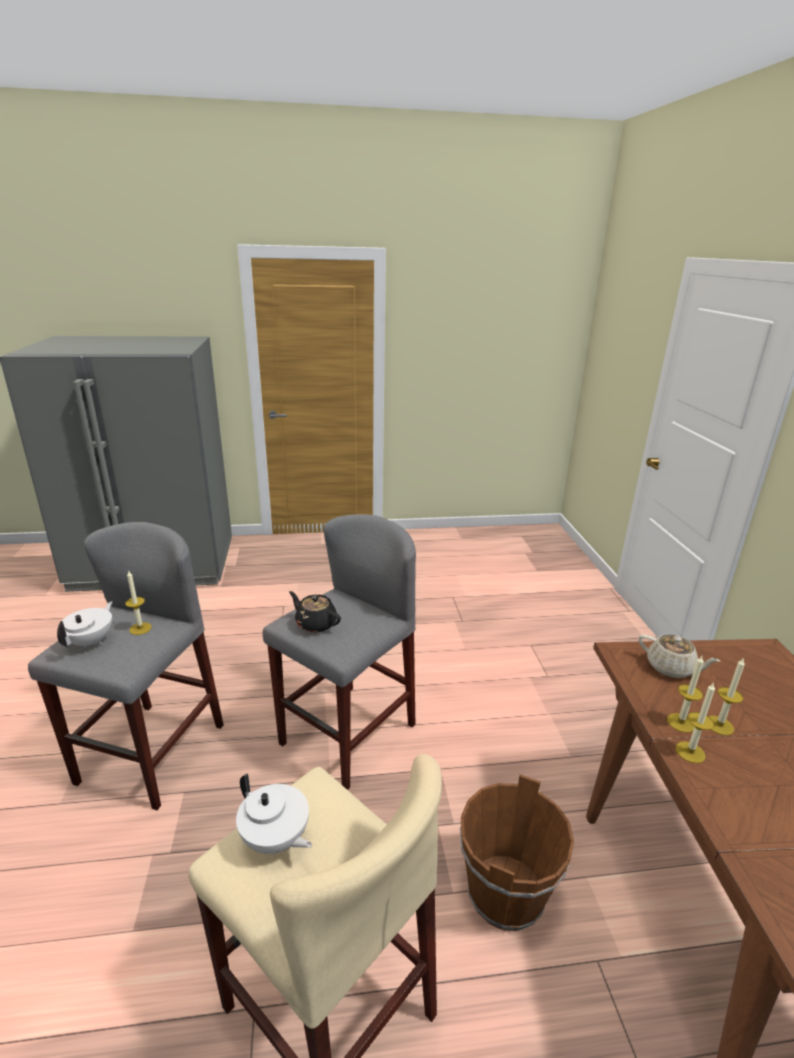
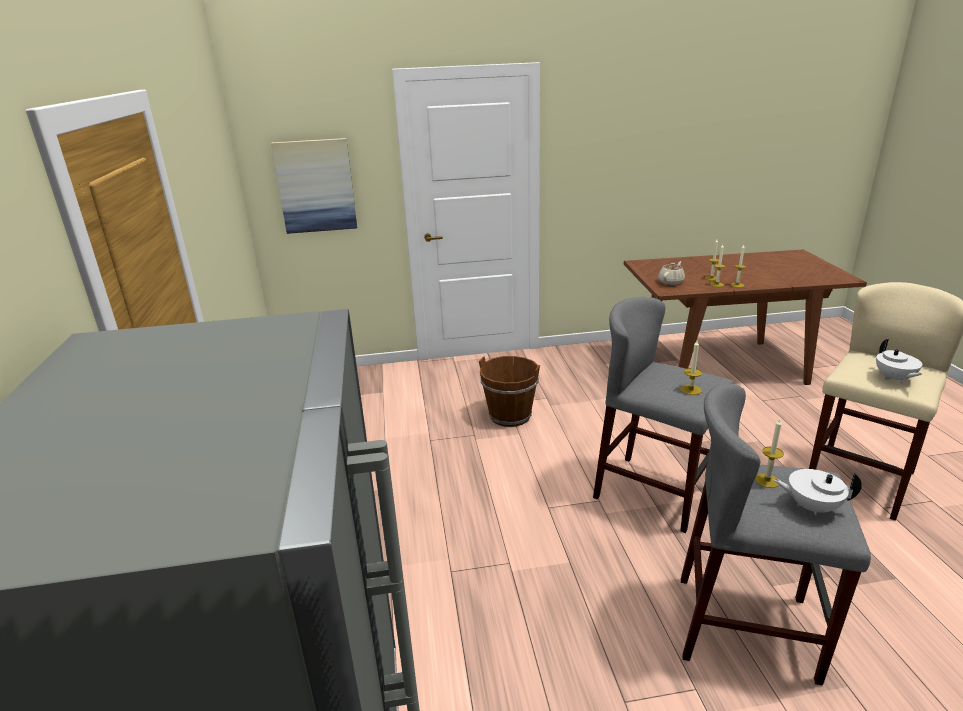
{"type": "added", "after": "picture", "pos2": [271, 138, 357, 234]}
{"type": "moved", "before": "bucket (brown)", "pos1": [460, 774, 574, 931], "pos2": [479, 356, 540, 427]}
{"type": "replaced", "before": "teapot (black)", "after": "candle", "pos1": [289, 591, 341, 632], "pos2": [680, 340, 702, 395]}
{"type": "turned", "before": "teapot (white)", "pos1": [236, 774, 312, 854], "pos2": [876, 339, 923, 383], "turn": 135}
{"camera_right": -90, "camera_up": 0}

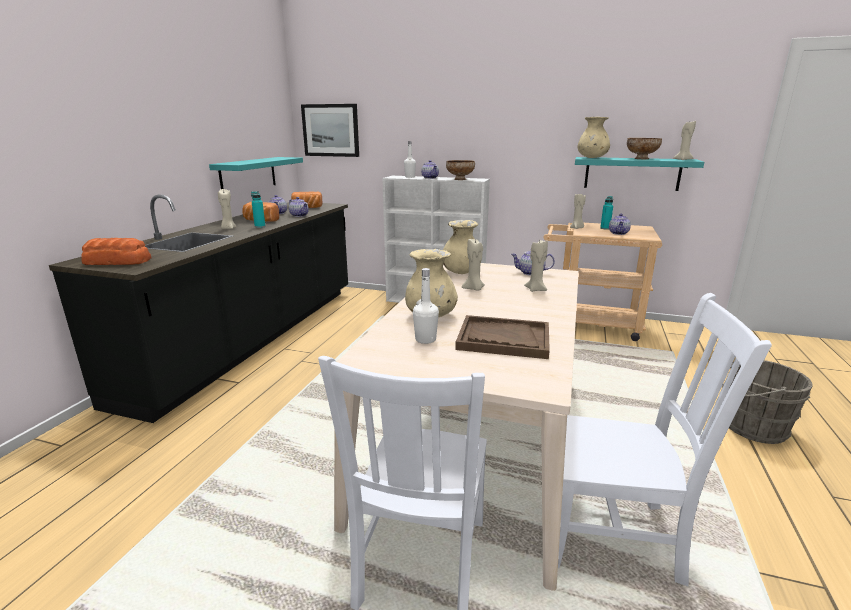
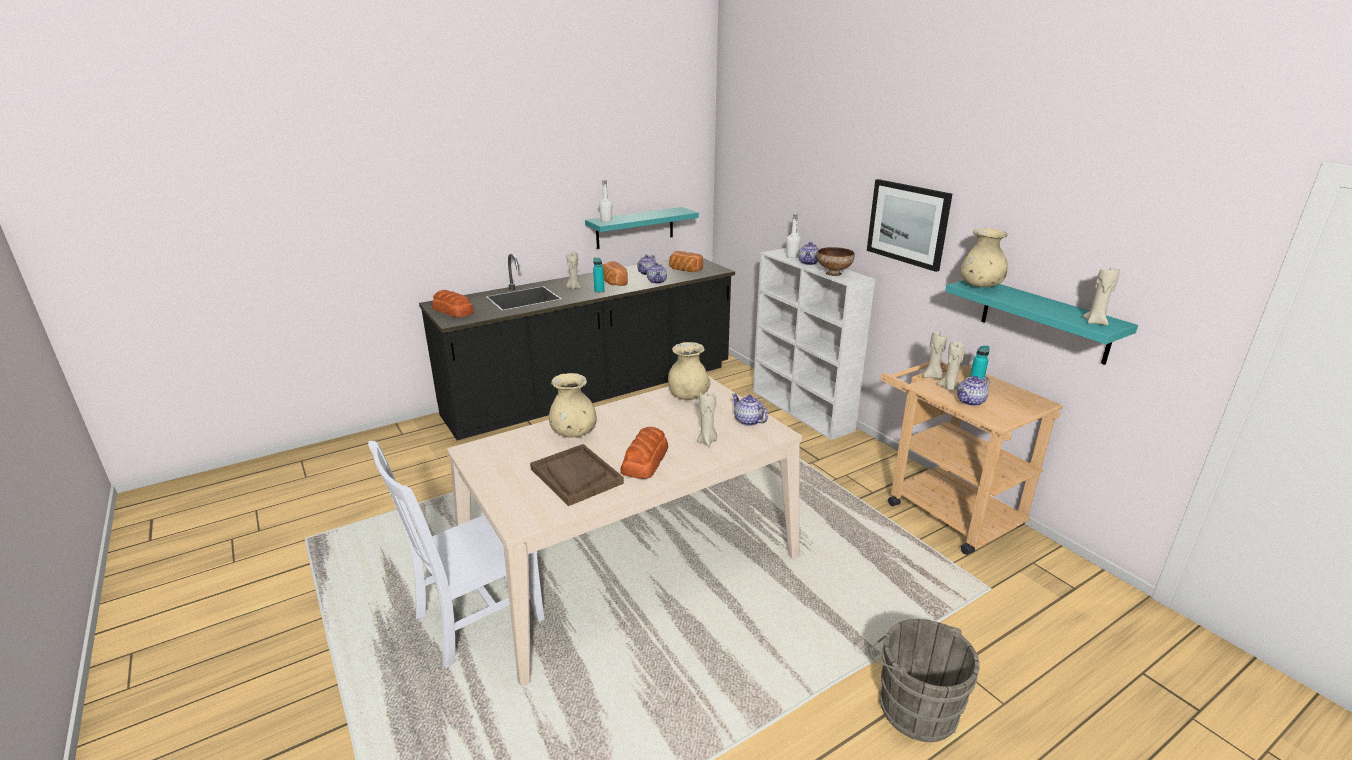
{"type": "moved", "before": "bottle (white)", "pos1": [413, 268, 439, 344], "pos2": [599, 180, 612, 222]}
{"type": "added", "after": "bread", "pos2": [620, 427, 668, 479]}
{"type": "moved", "before": "picture", "pos1": [301, 104, 359, 157], "pos2": [867, 179, 952, 272]}
{"type": "moved", "before": "candle (beige)", "pos1": [462, 239, 485, 290], "pos2": [937, 341, 964, 391]}
{"type": "removed", "before": "chair (white)", "pos1": [558, 293, 772, 586]}
{"type": "removed", "before": "bowl", "pos1": [627, 138, 662, 159]}
{"camera_right": 40, "camera_up": 5}

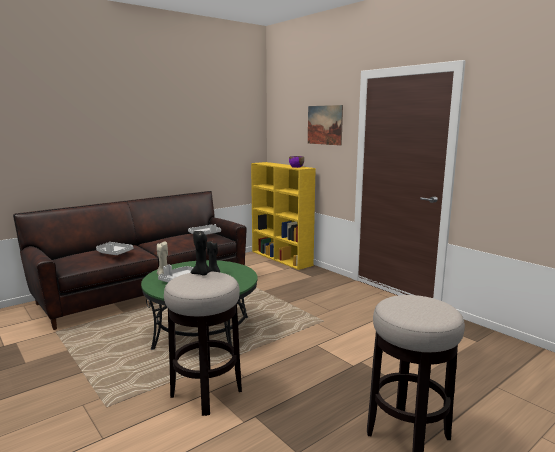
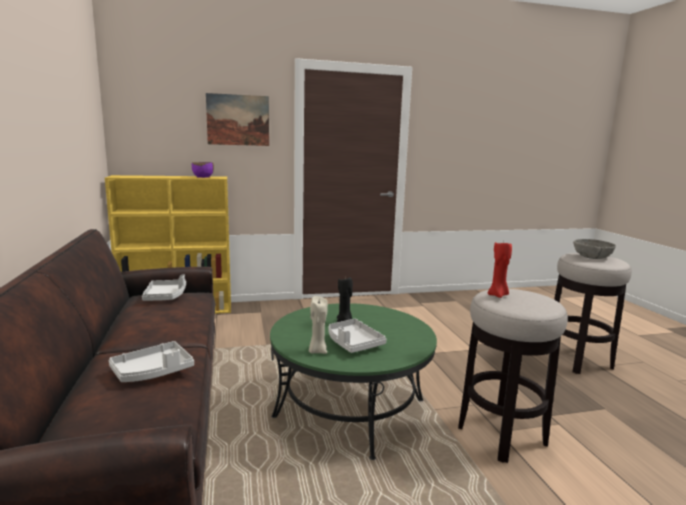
{"type": "recoloured", "before": "candle (black)", "after": "candle (red)", "pos1": [191, 231, 212, 275], "pos2": [488, 242, 512, 298]}
{"type": "added", "after": "bowl (grey)", "pos2": [573, 239, 616, 259]}
{"camera_right": -65, "camera_up": 0}

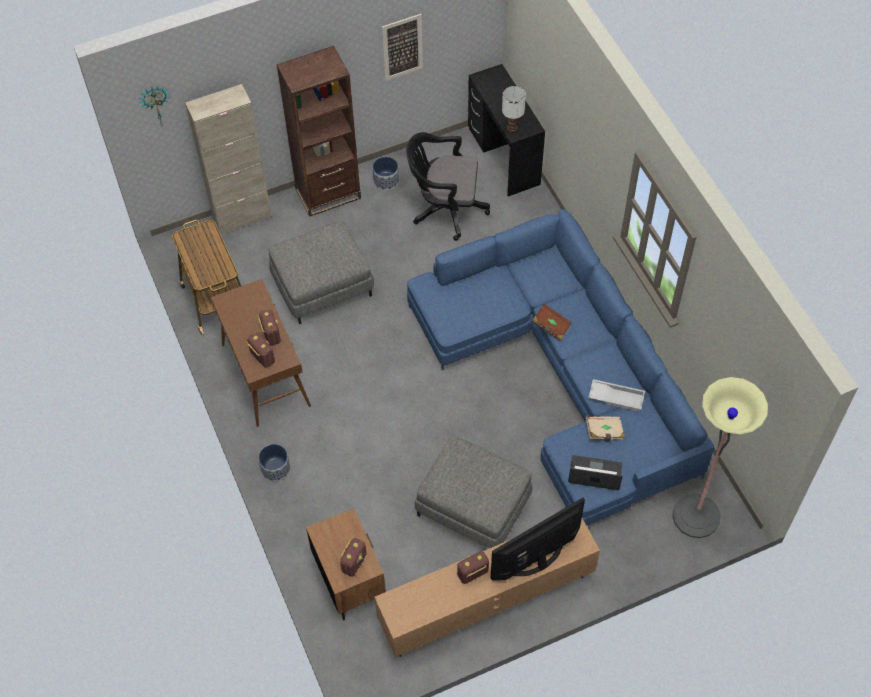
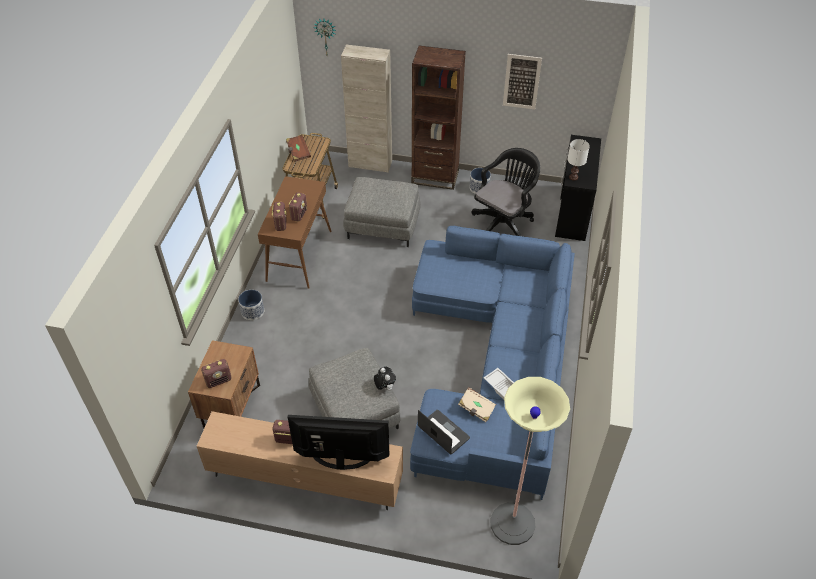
{"type": "moved", "before": "book (brown)", "pos1": [532, 304, 572, 341], "pos2": [286, 135, 311, 162]}
{"type": "added", "after": "plush toy", "pos2": [374, 367, 396, 391]}
{"type": "turned", "before": "office chair (black)", "pos1": [406, 132, 490, 241], "pos2": [471, 148, 540, 236], "turn": 90}
{"camera_right": 35, "camera_up": -10}

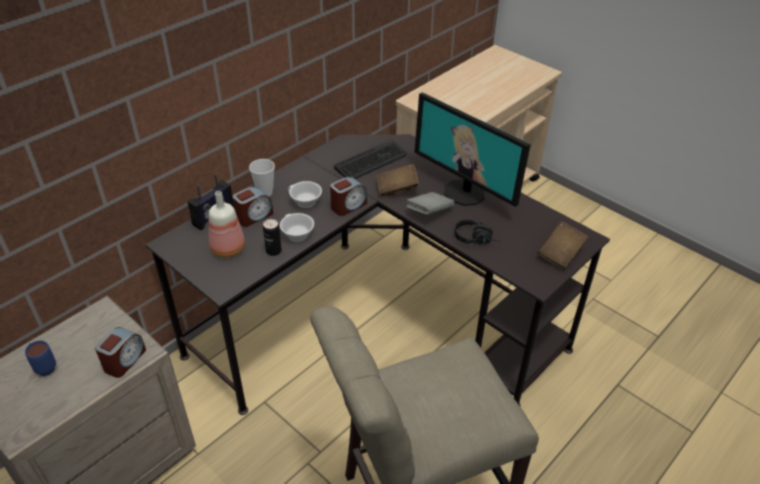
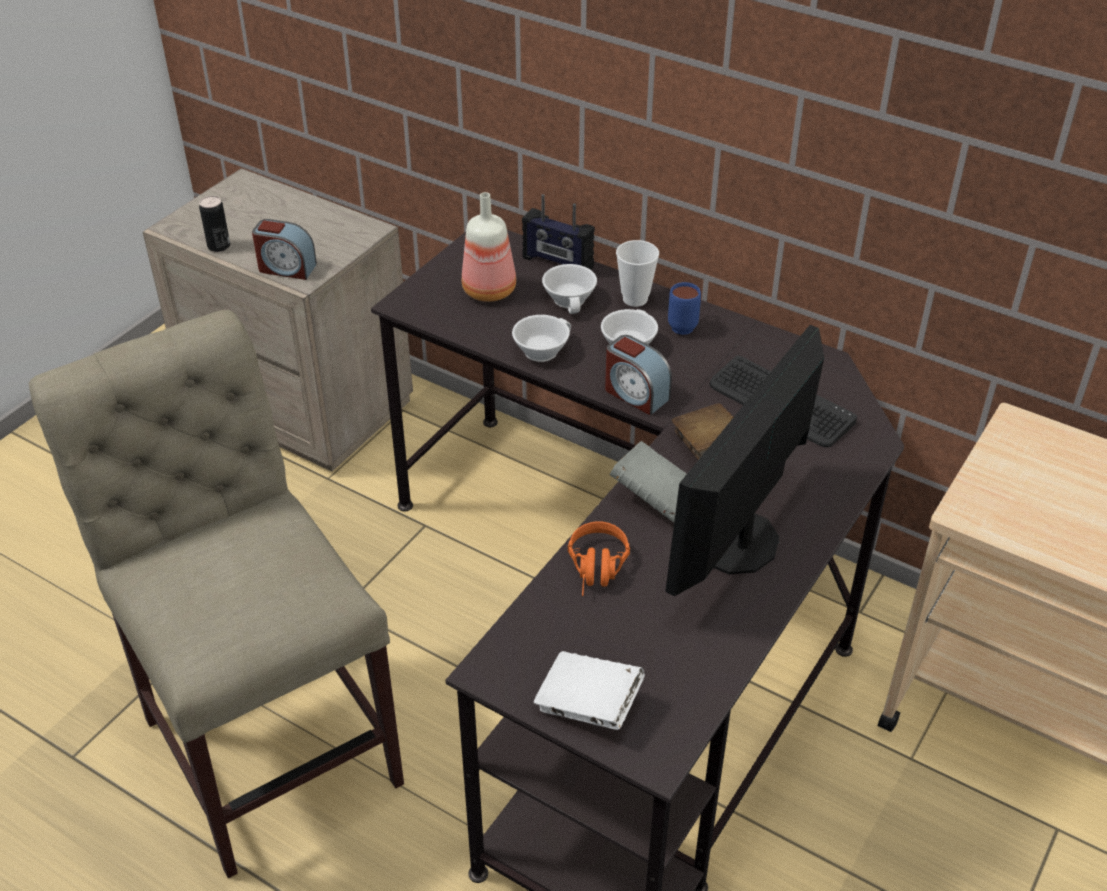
{"type": "moved", "before": "can", "pos1": [263, 219, 282, 256], "pos2": [199, 196, 230, 252]}
{"type": "recoloured", "before": "book (brown)", "after": "book (white)", "pos1": [538, 221, 588, 270], "pos2": [534, 651, 644, 730]}
{"type": "replaced", "before": "alarm clock", "after": "cup (white)", "pos1": [233, 187, 273, 227], "pos2": [542, 264, 597, 314]}
{"type": "recoloured", "before": "headphones (black)", "after": "headphones (orange)", "pos1": [454, 220, 501, 244], "pos2": [568, 521, 630, 596]}
{"type": "moved", "before": "mug (blue)", "pos1": [25, 341, 56, 376], "pos2": [668, 282, 701, 335]}
{"camera_right": 80, "camera_up": 0}

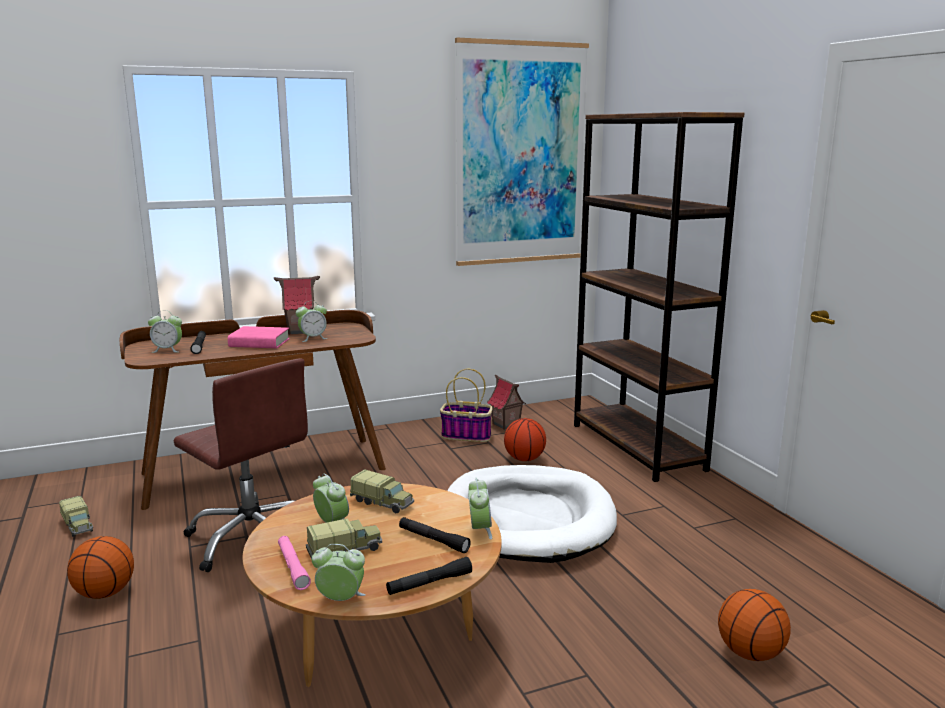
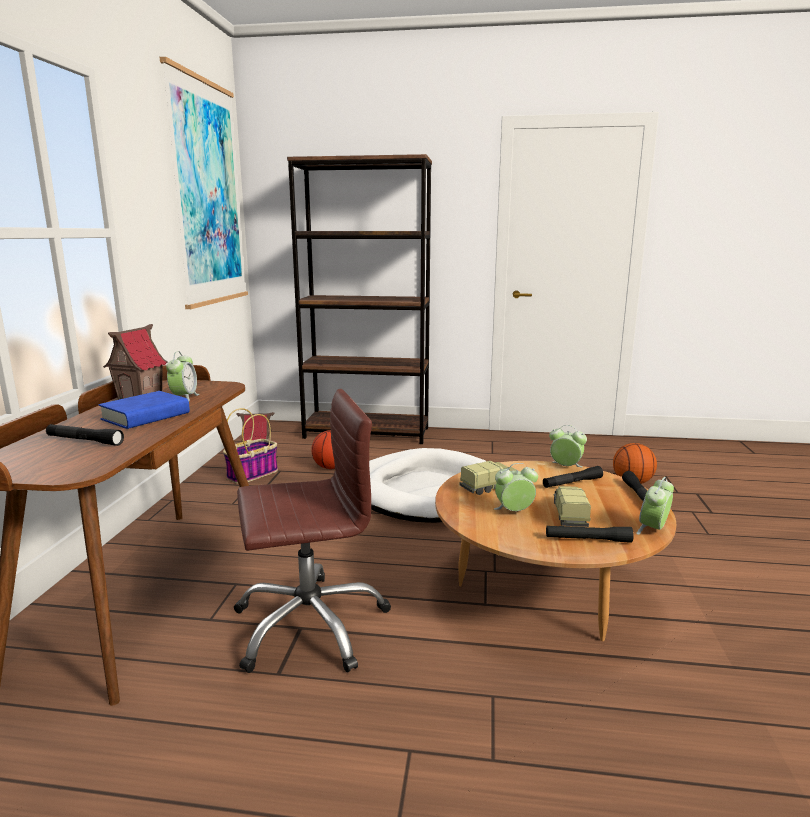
{"type": "recoloured", "before": "book (pink)", "after": "book (blue)", "pos1": [228, 326, 290, 348], "pos2": [98, 391, 190, 429]}
{"type": "recoloured", "before": "flashlight (pink)", "after": "flashlight (black)", "pos1": [278, 536, 311, 590], "pos2": [546, 525, 634, 543]}
{"type": "removed", "before": "toy truck", "pos1": [59, 496, 93, 537]}
{"type": "removed", "before": "basketball", "pos1": [67, 536, 134, 599]}
{"type": "removed", "before": "alarm clock", "pos1": [148, 310, 182, 353]}
{"camera_right": -60, "camera_up": 0}

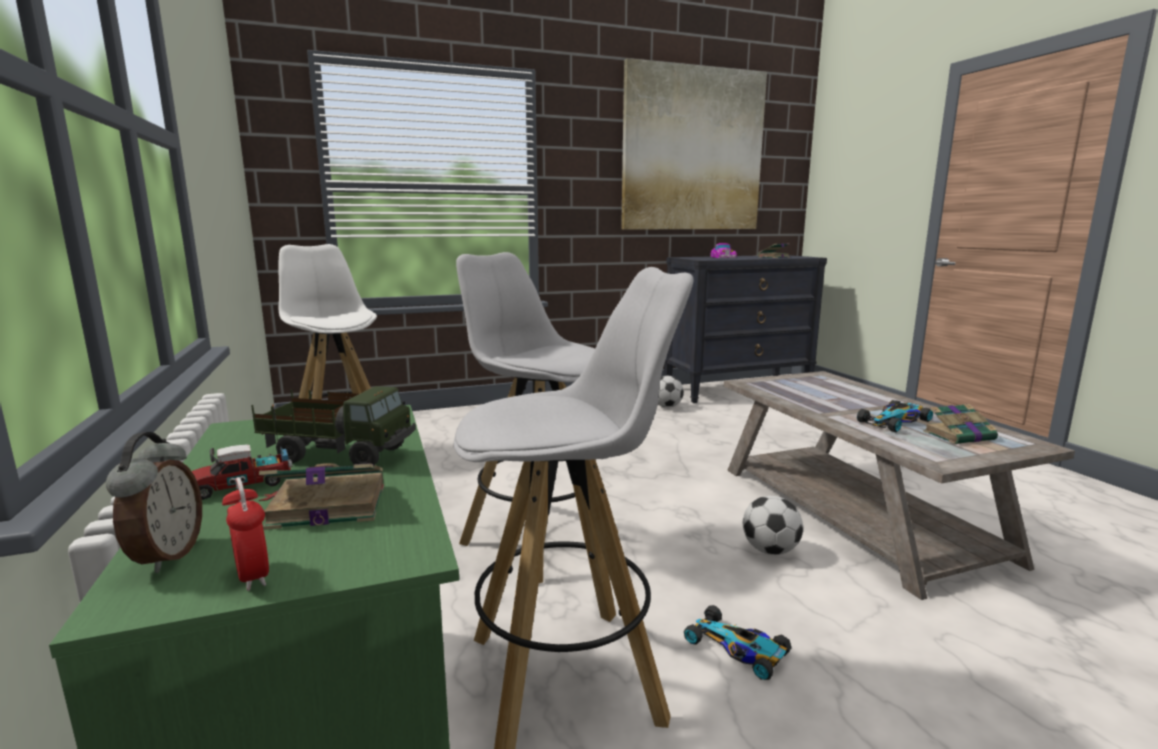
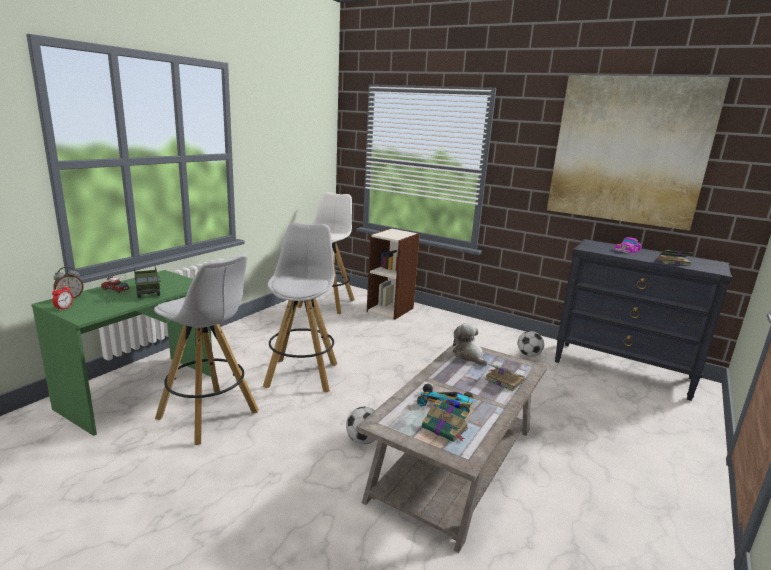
{"type": "added", "after": "bookcase", "pos2": [367, 228, 419, 320]}
{"type": "added", "after": "plush toy", "pos2": [453, 323, 487, 366]}
{"type": "moved", "before": "book", "pos1": [259, 463, 384, 530], "pos2": [485, 364, 525, 391]}
{"type": "removed", "before": "toy car", "pos1": [684, 605, 791, 680]}
{"camera_right": 50, "camera_up": 5}

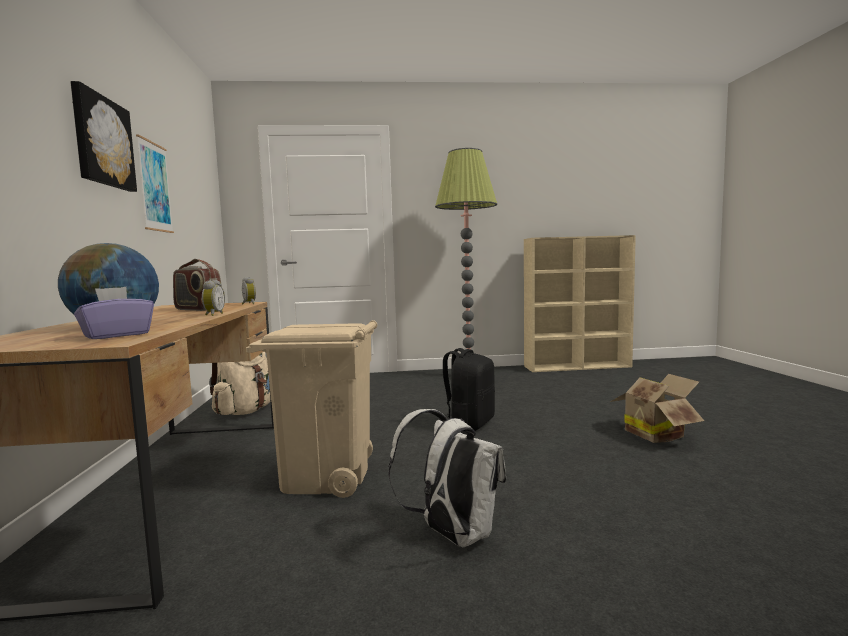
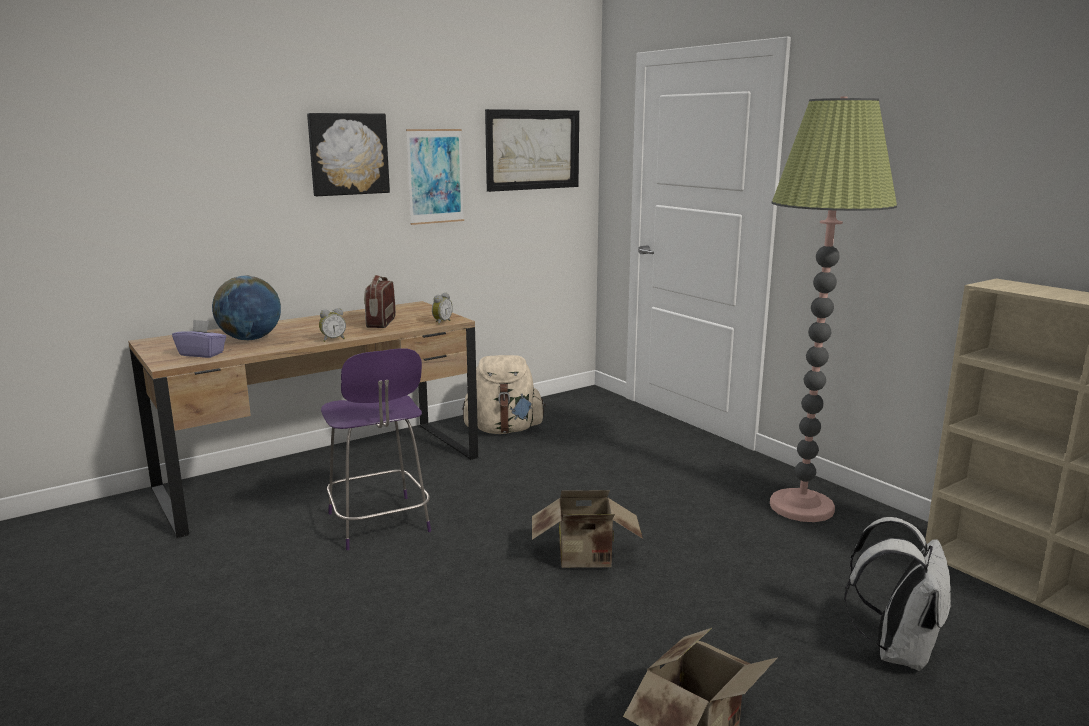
{"type": "replaced", "before": "trash can (beige)", "after": "chair (purple)", "pos1": [246, 320, 377, 498], "pos2": [321, 348, 431, 550]}
{"type": "added", "after": "picture", "pos2": [485, 109, 579, 192]}
{"type": "replaced", "before": "backpack (black)", "after": "cardboard box", "pos1": [443, 348, 495, 431], "pos2": [532, 490, 643, 568]}
{"type": "moved", "before": "backpack (white)", "pos1": [388, 409, 506, 547], "pos2": [844, 517, 951, 671]}
{"camera_right": 60, "camera_up": 10}

